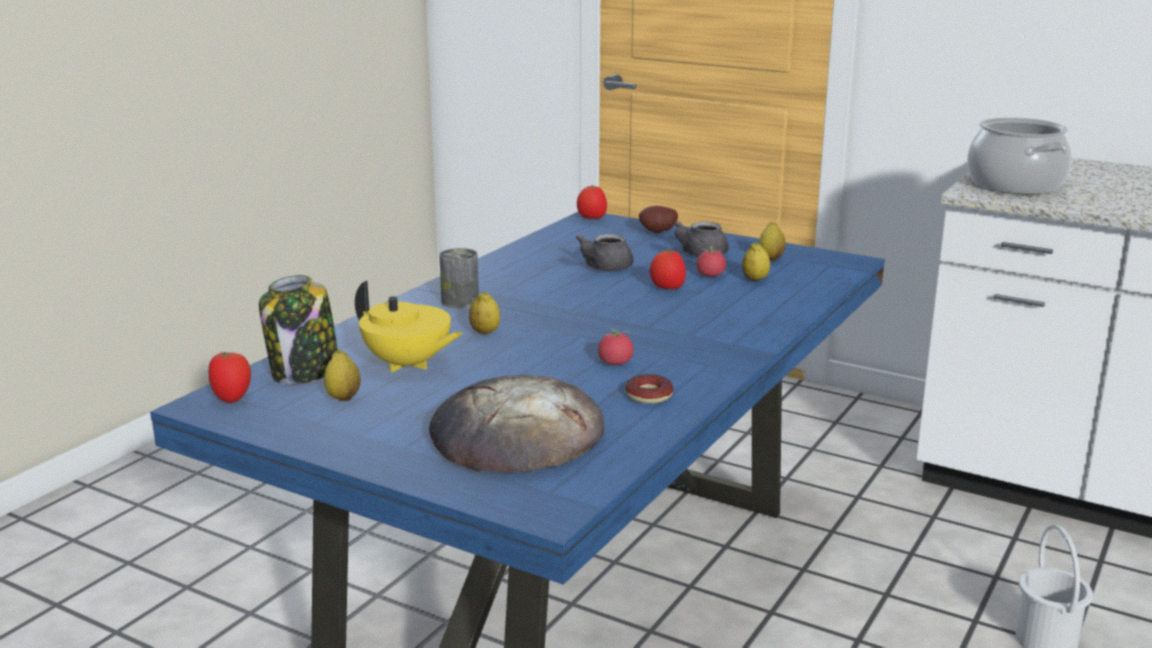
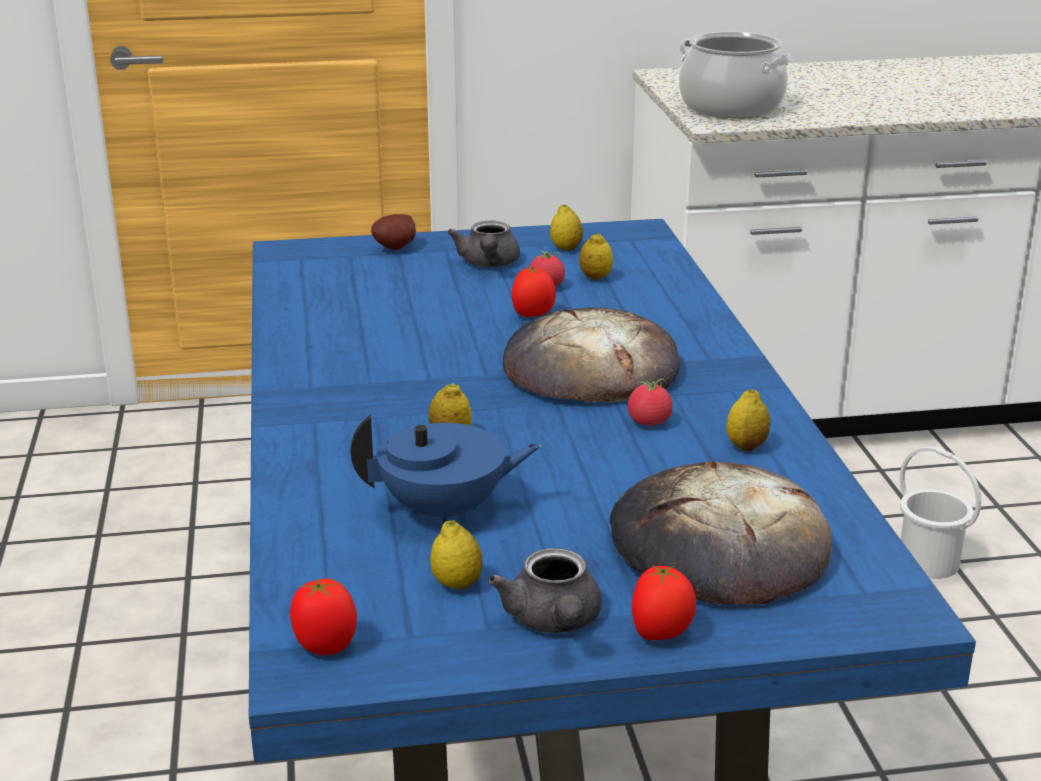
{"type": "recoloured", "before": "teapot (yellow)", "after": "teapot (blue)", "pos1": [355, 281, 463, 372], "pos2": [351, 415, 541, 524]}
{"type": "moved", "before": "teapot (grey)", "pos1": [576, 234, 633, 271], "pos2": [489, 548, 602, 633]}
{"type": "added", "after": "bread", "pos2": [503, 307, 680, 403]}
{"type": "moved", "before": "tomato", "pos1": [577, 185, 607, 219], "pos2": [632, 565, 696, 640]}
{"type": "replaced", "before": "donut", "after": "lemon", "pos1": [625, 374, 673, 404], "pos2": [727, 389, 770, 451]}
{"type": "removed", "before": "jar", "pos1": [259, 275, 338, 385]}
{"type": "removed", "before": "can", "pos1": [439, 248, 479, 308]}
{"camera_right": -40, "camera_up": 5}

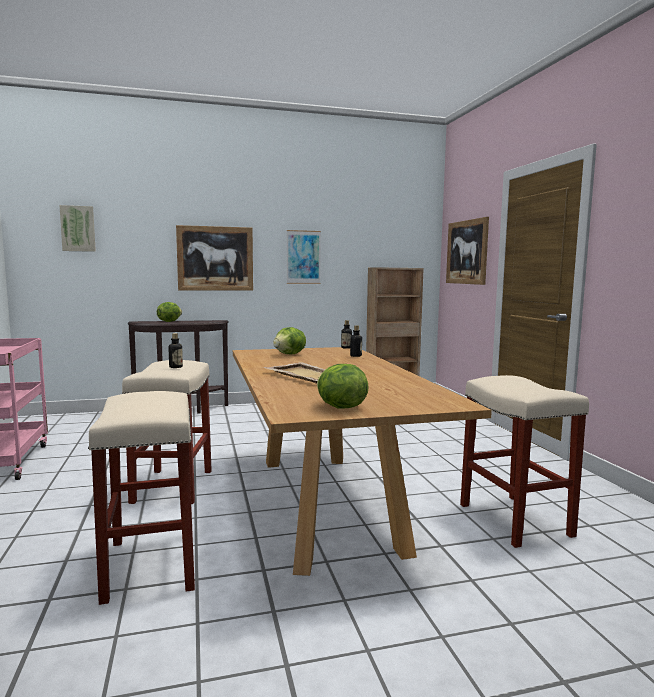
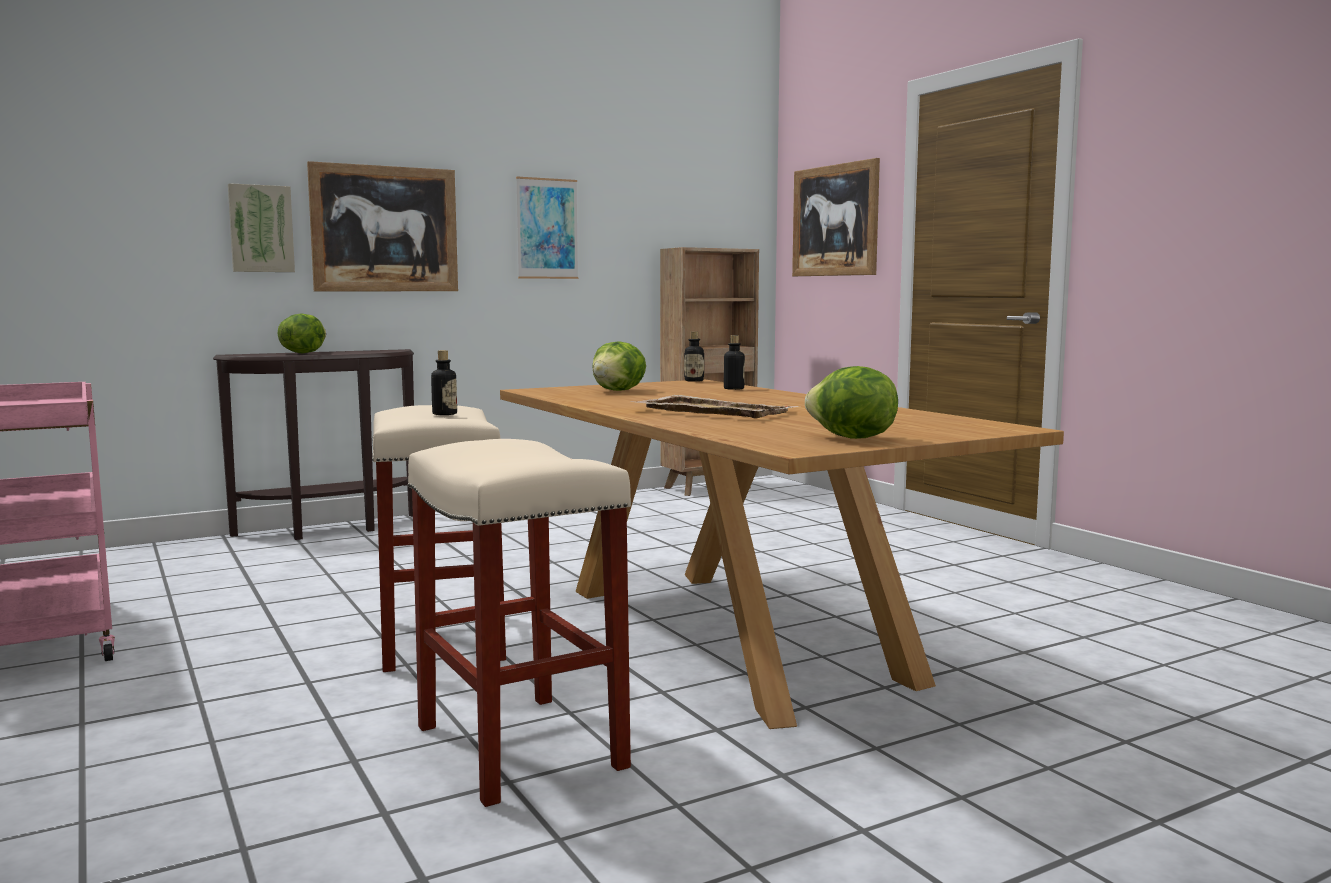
{"type": "moved", "before": "picture", "pos1": [59, 205, 96, 252], "pos2": [228, 183, 295, 272]}
{"type": "removed", "before": "stool (beige)", "pos1": [460, 375, 589, 548]}
{"camera_right": -15, "camera_up": 0}

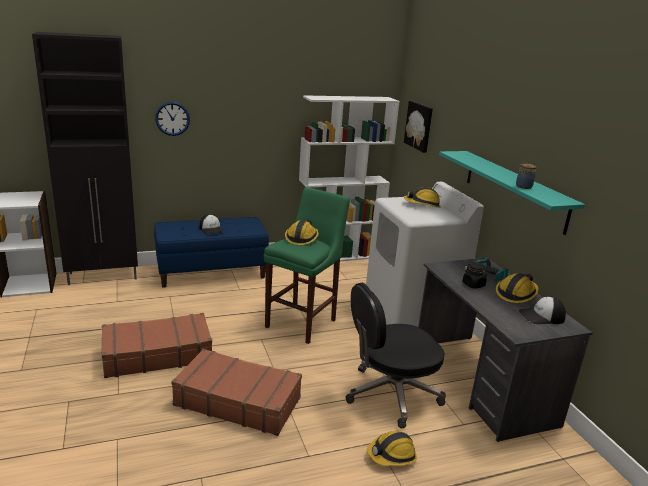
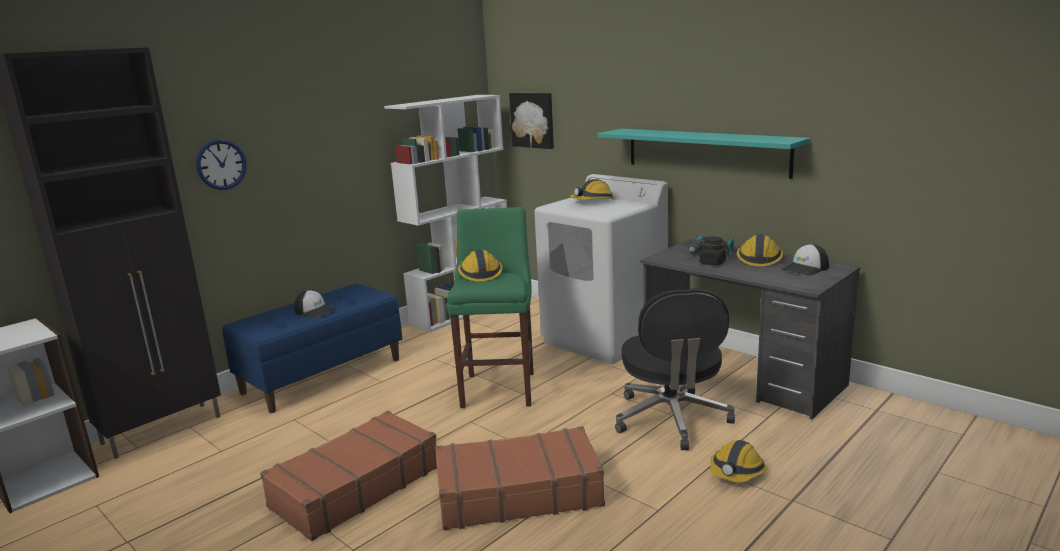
{"type": "turned", "before": "office chair (black)", "pos1": [346, 282, 446, 428], "pos2": [615, 288, 735, 450], "turn": -45}
{"type": "removed", "before": "jar", "pos1": [516, 164, 537, 189]}
{"camera_right": -25, "camera_up": -5}

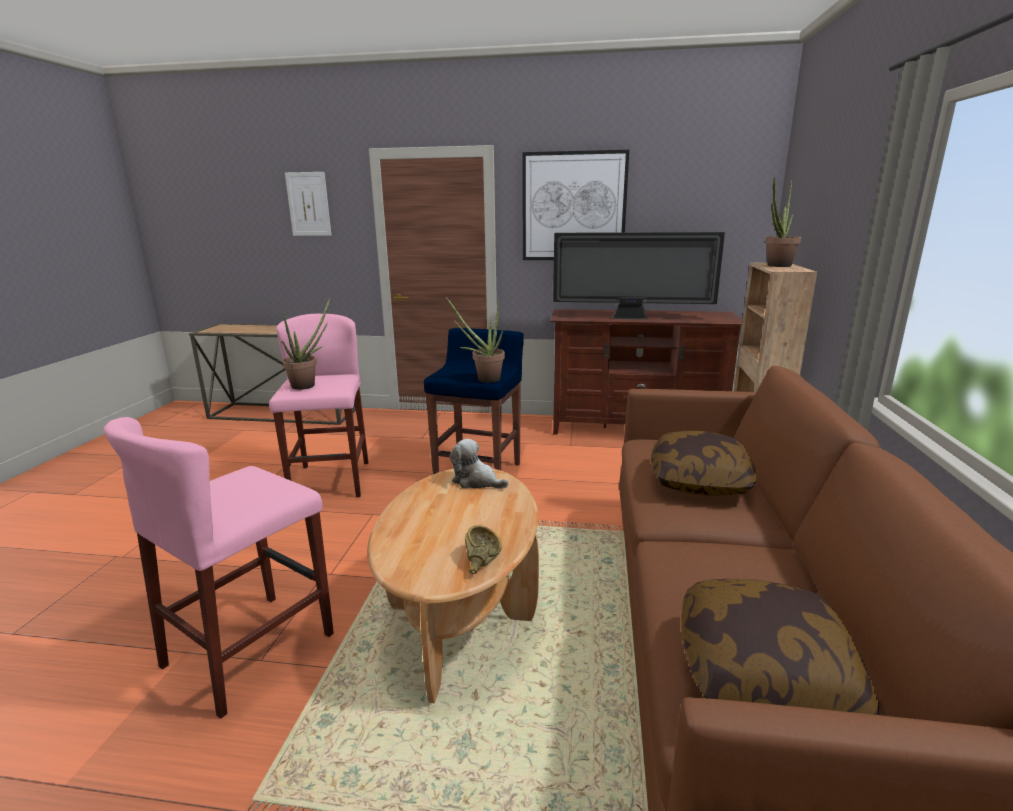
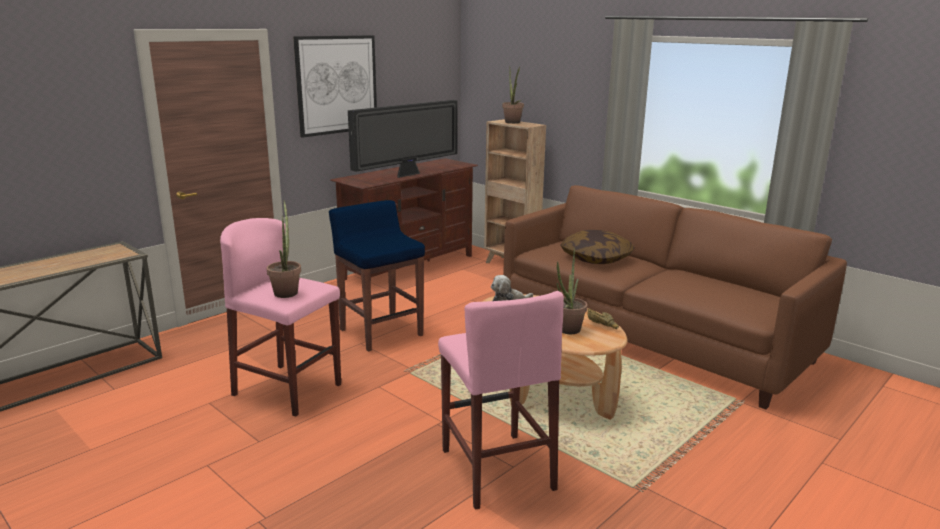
{"type": "moved", "before": "potted plant", "pos1": [446, 297, 505, 383], "pos2": [557, 248, 587, 334]}
{"type": "removed", "before": "picture", "pos1": [285, 172, 331, 236]}
{"type": "removed", "before": "pillow", "pos1": [681, 579, 879, 715]}
{"camera_right": -55, "camera_up": 0}

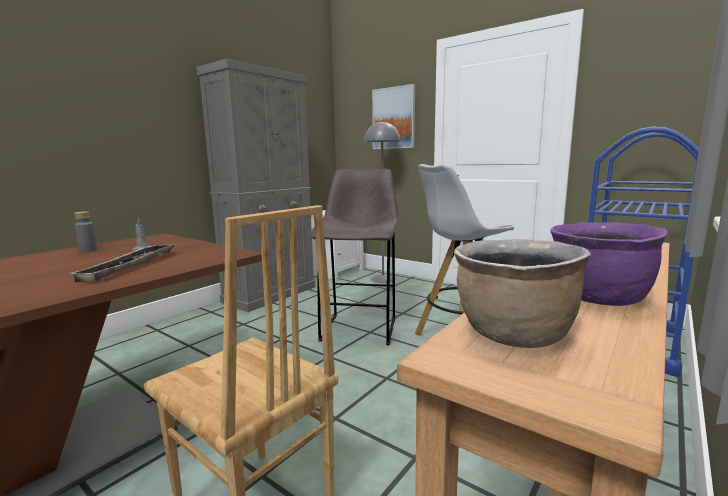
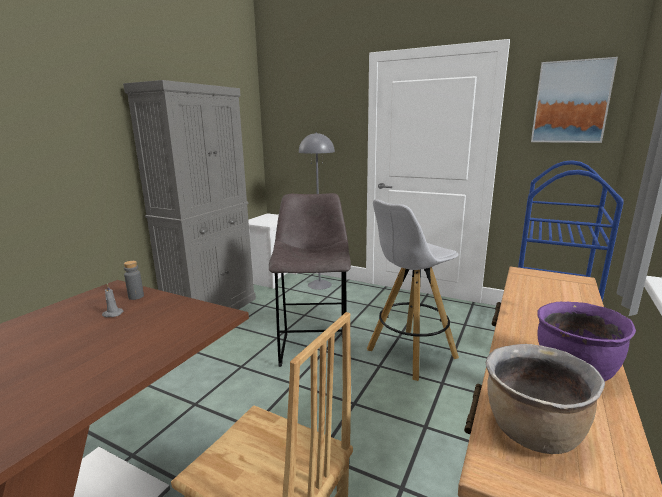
{"type": "moved", "before": "bottle (grey)", "pos1": [75, 211, 97, 252], "pos2": [124, 261, 144, 300]}
{"type": "moved", "before": "picture", "pos1": [372, 84, 415, 149], "pos2": [531, 57, 618, 143]}
{"type": "removed", "before": "tray", "pos1": [69, 244, 175, 282]}
{"camera_right": -10, "camera_up": 5}

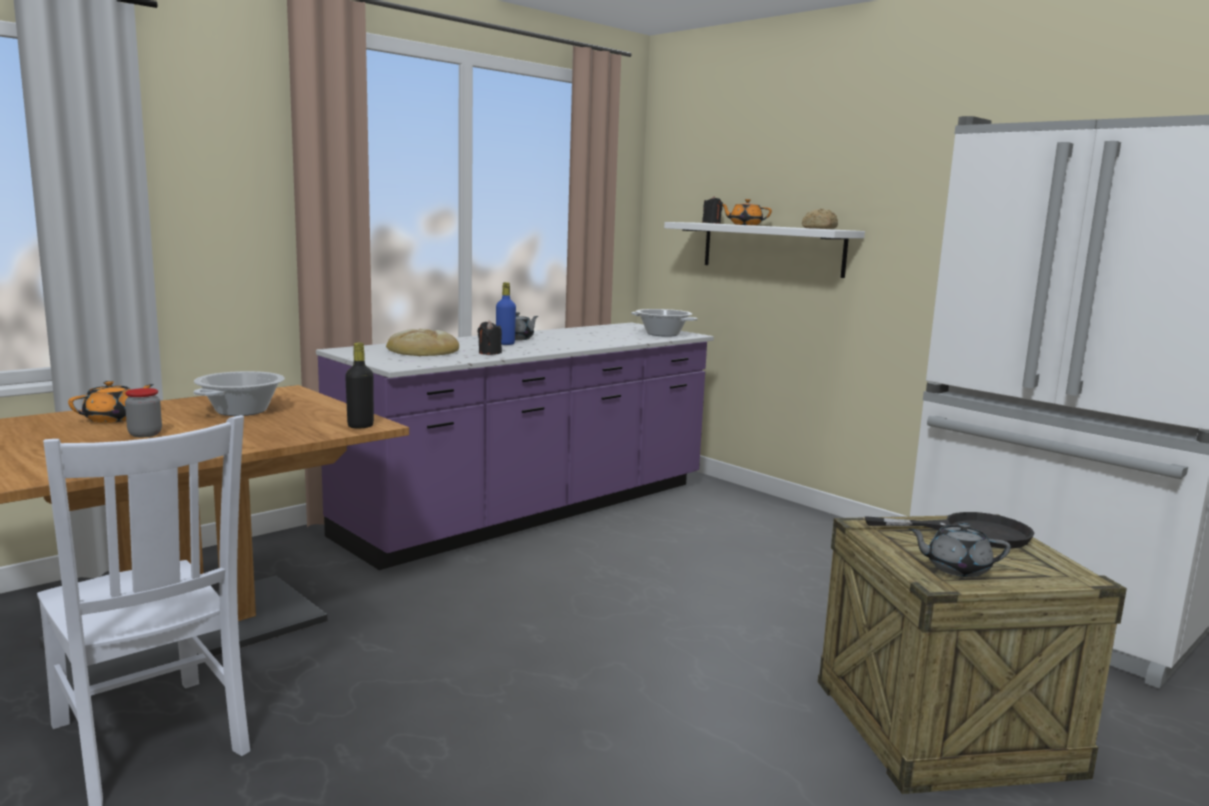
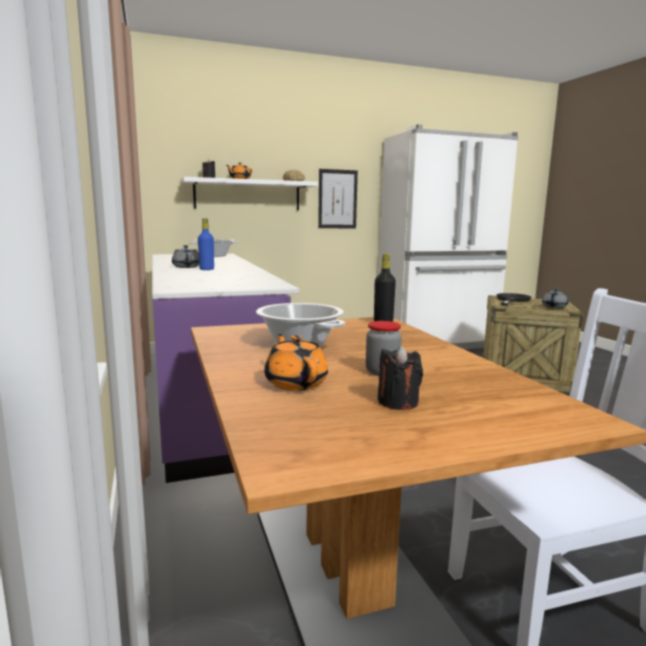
{"type": "added", "after": "picture", "pos2": [318, 169, 358, 228]}
{"type": "moved", "before": "candle (black)", "pos1": [478, 321, 502, 355], "pos2": [378, 346, 423, 410]}
{"type": "removed", "before": "bread", "pos1": [386, 329, 459, 356]}
{"camera_right": -65, "camera_up": 0}

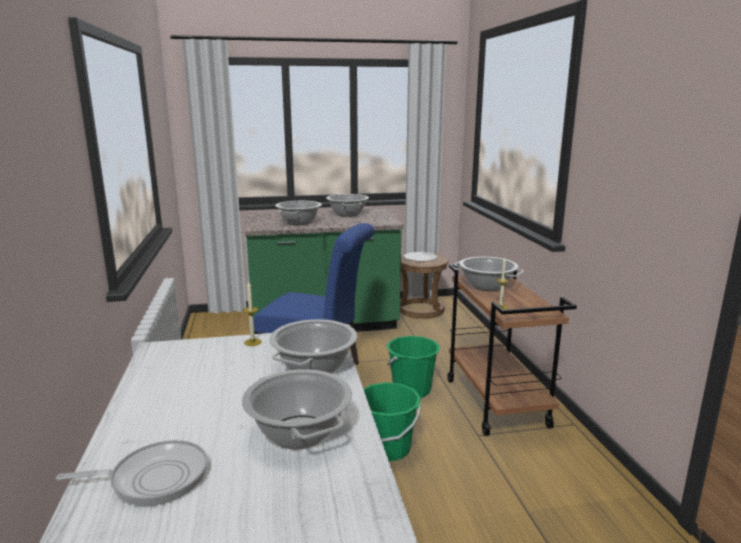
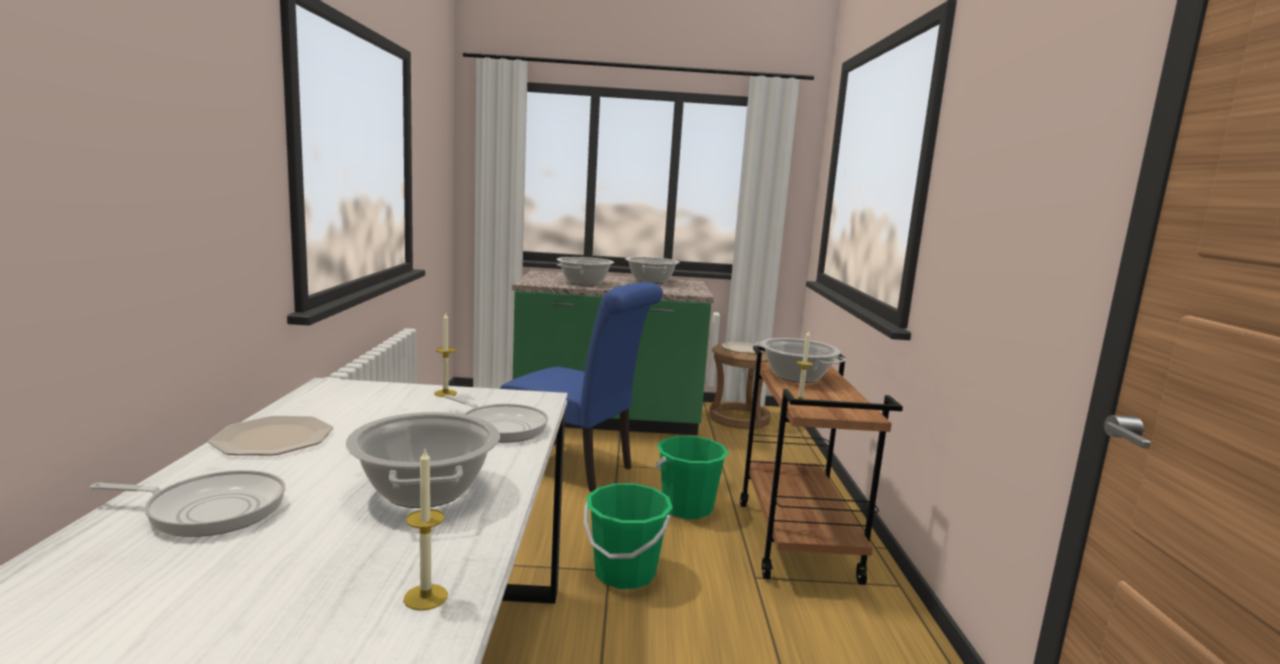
{"type": "added", "after": "plate", "pos2": [209, 416, 333, 455]}
{"type": "added", "after": "candle", "pos2": [403, 449, 448, 611]}
{"type": "replaced", "before": "cooking pot", "after": "frying pan", "pos1": [269, 319, 357, 374], "pos2": [444, 395, 548, 443]}
{"camera_right": 10, "camera_up": -5}

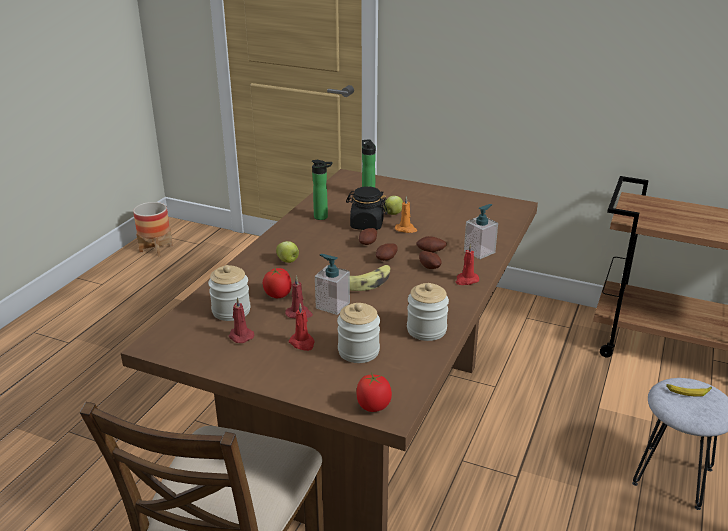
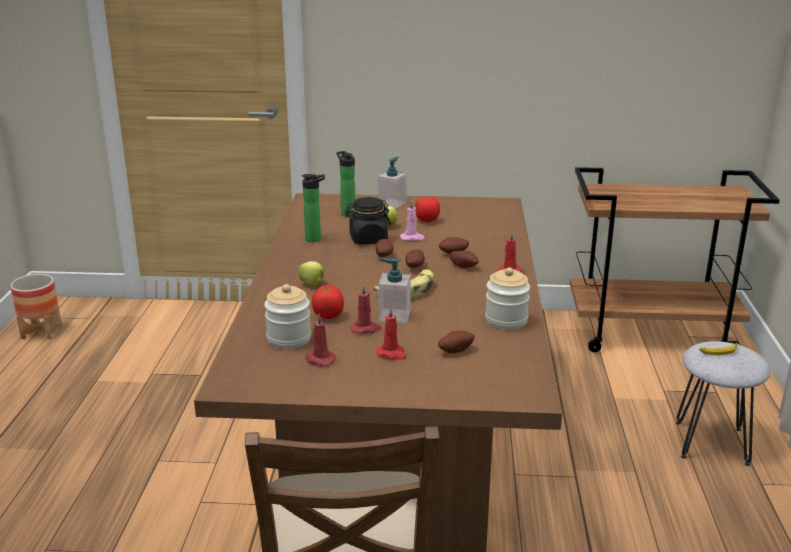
{"type": "moved", "before": "soap dispenser", "pos1": [464, 204, 498, 259], "pos2": [378, 157, 407, 209]}
{"type": "recoloured", "before": "candle (orange)", "after": "candle (pink)", "pos1": [395, 196, 417, 233], "pos2": [400, 201, 425, 241]}
{"type": "moved", "before": "tomato", "pos1": [357, 373, 392, 412], "pos2": [415, 196, 440, 222]}
{"type": "replaced", "before": "jar", "after": "potato", "pos1": [337, 303, 380, 363], "pos2": [438, 331, 475, 353]}
{"camera_right": -20, "camera_up": -5}

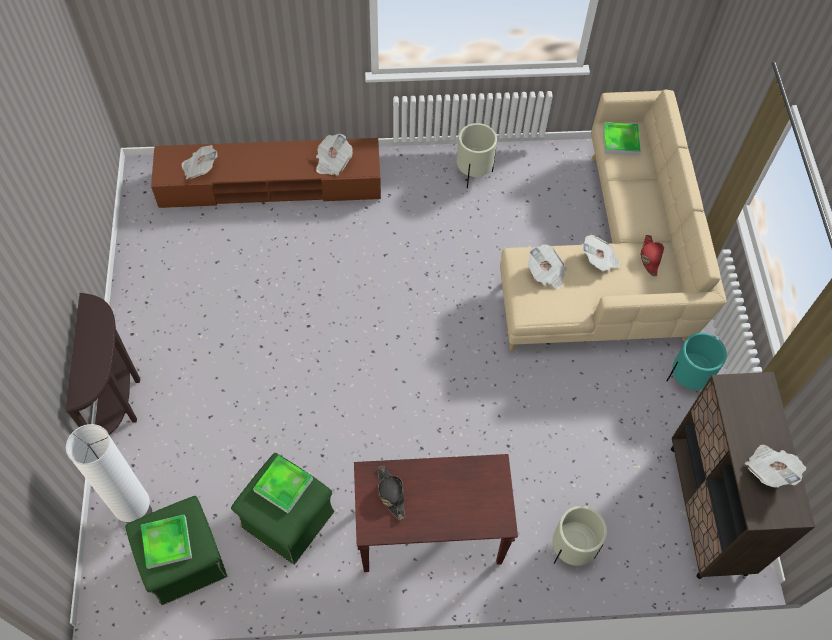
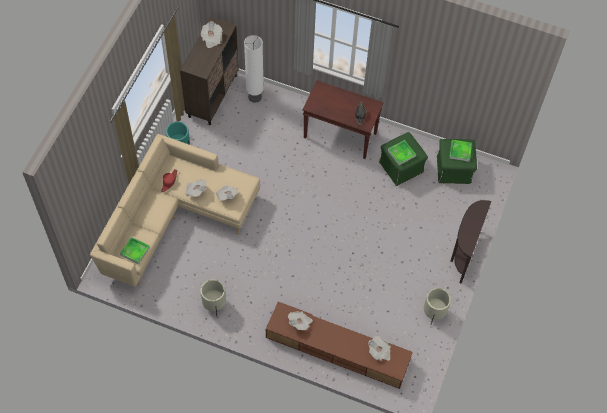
{"type": "moved", "before": "floor lamp (white)", "pos1": [66, 424, 152, 524], "pos2": [244, 35, 264, 103]}
{"type": "moved", "before": "planter (beige)", "pos1": [553, 506, 607, 566], "pos2": [424, 288, 451, 324]}
{"camera_right": -155, "camera_up": 0}

